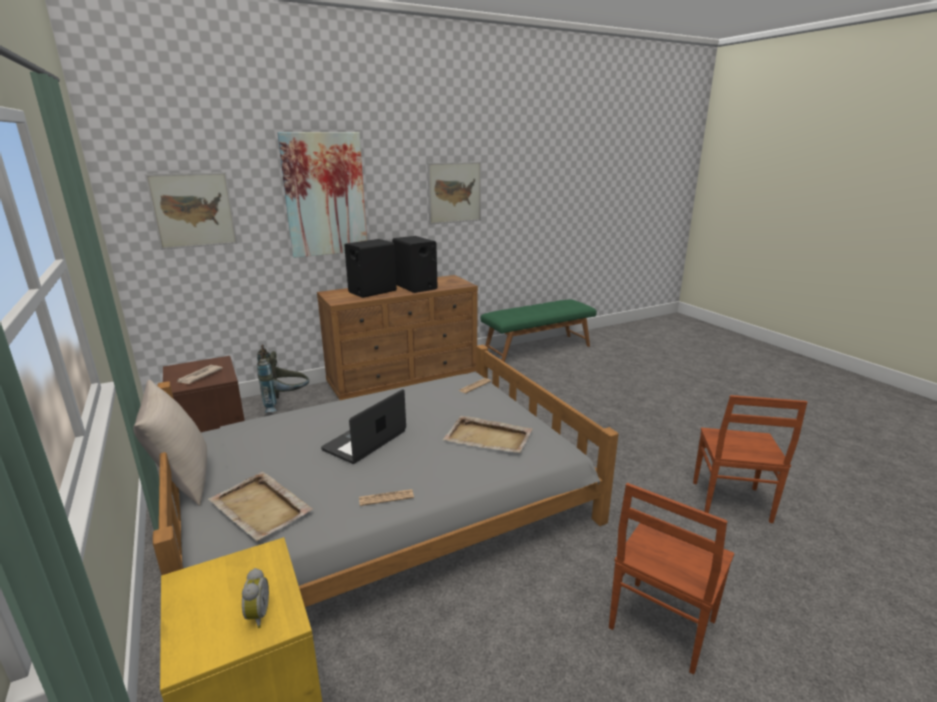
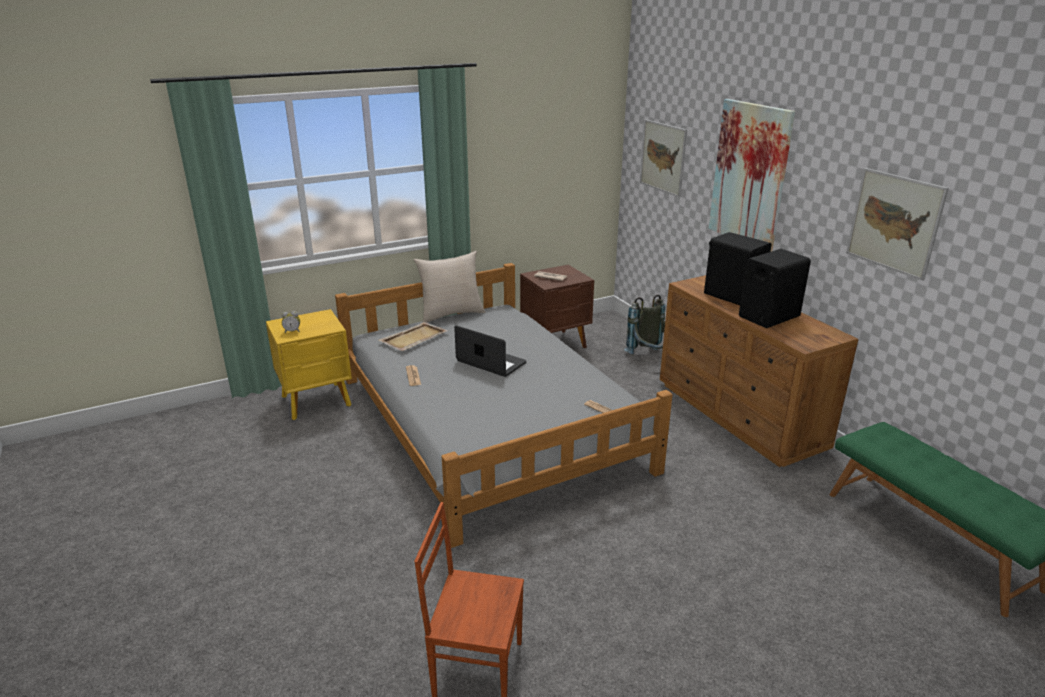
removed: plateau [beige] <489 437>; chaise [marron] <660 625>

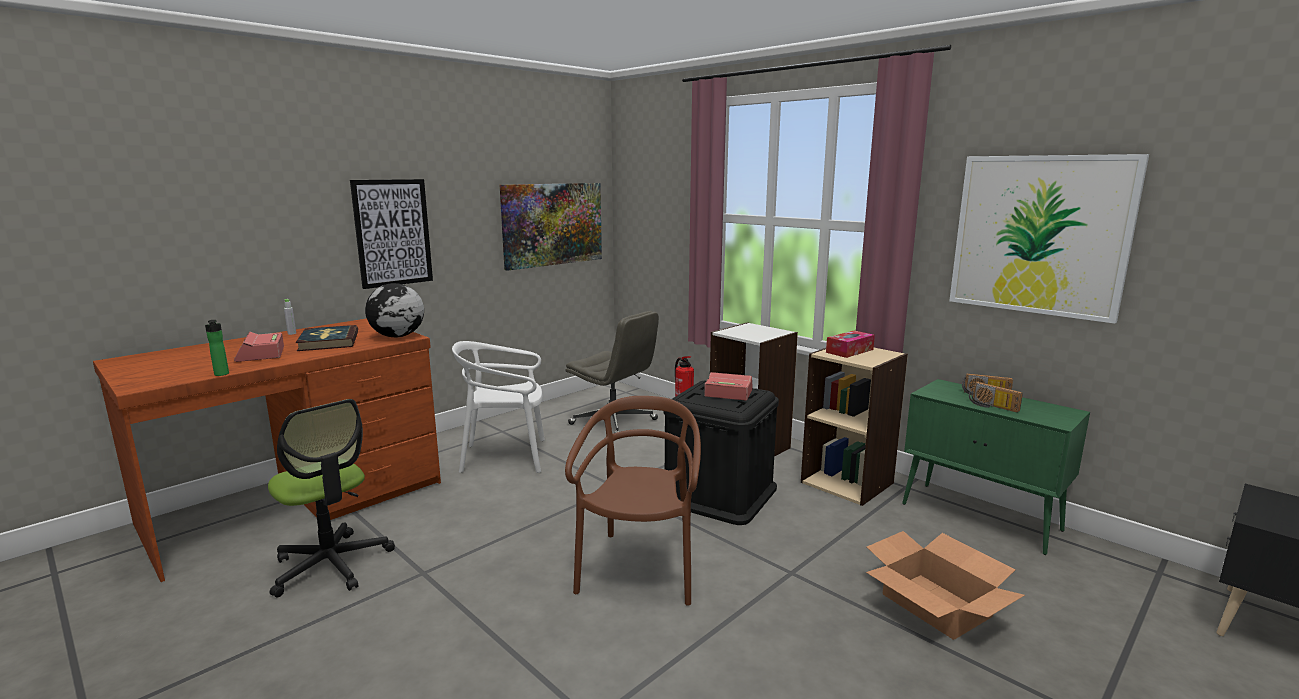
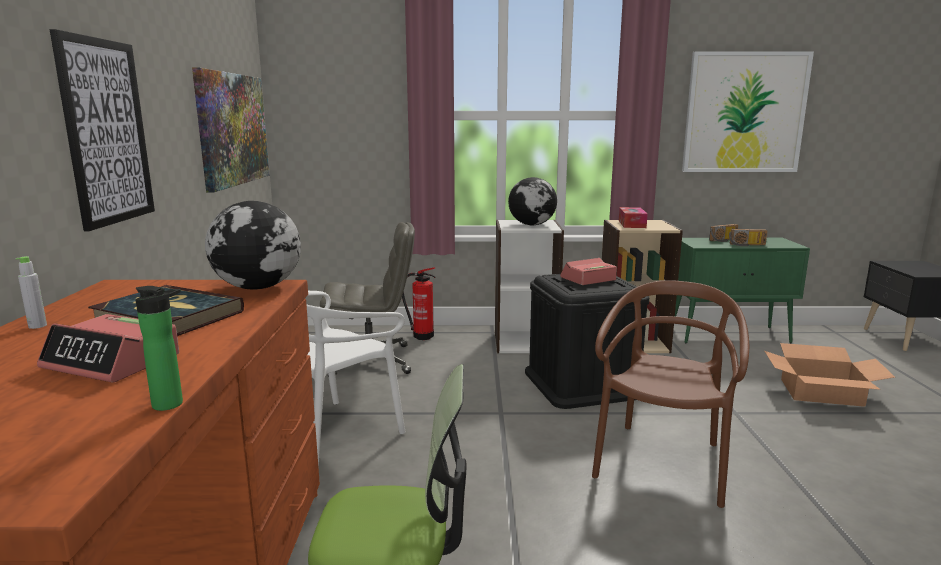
added: globe <532 225>
turned: chaise [marron] <640 568> = <662 463> 60 degrees clockwise

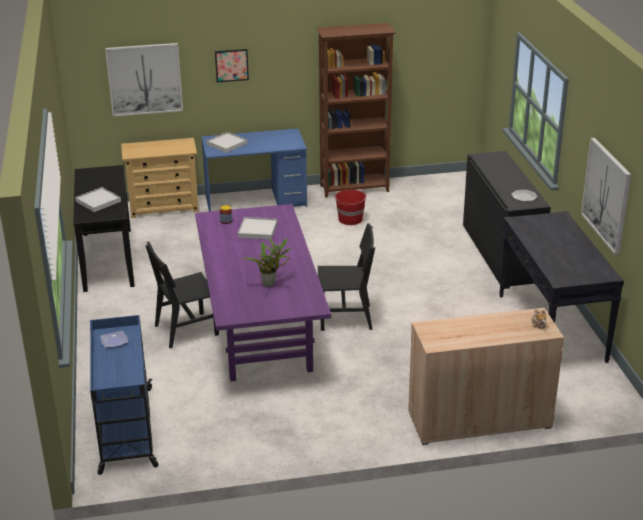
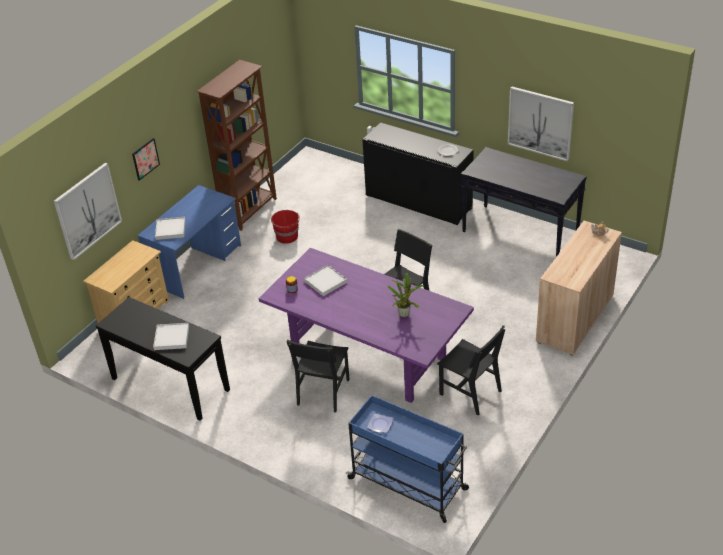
added: chaise [noir] <470 393>

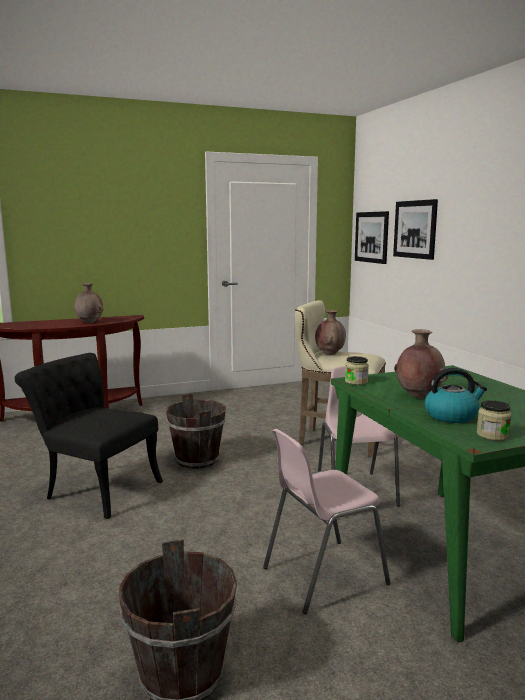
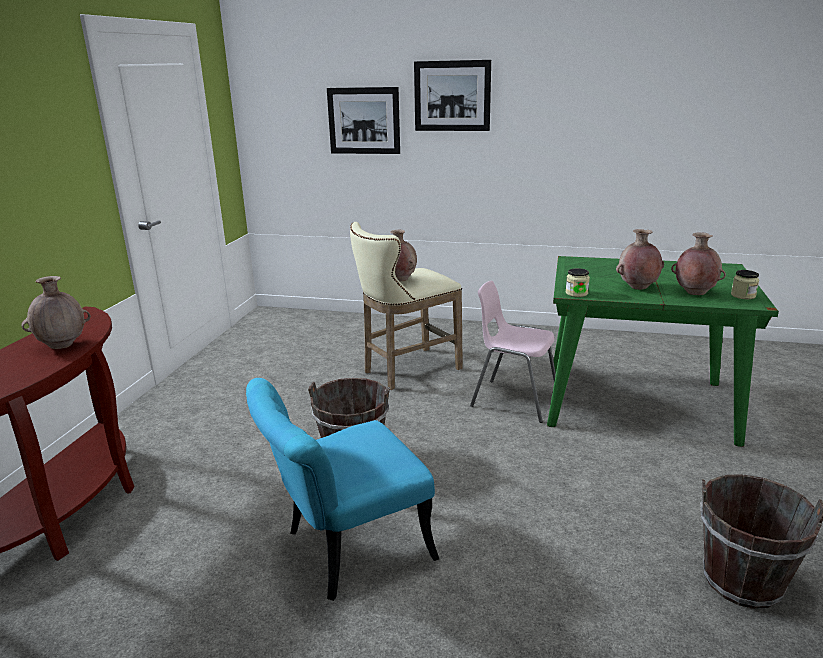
removed: chaise [rose] <322 575>
moved: tableau <371 237> to <452 96>
replaced: bouilloire <451 416> to vase [marron] <694 293>
recoloured: chaise [noir] <95 488> to chaise [turquoise] <345 550>

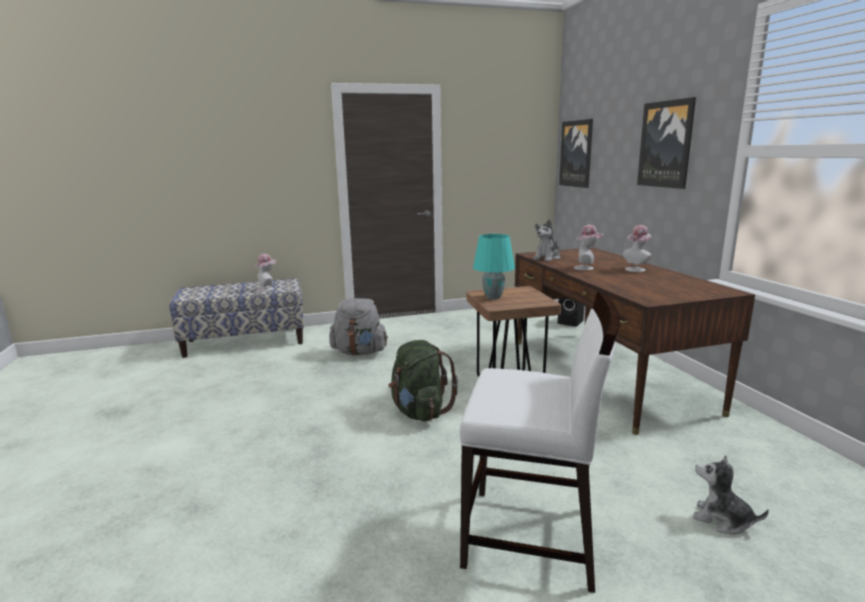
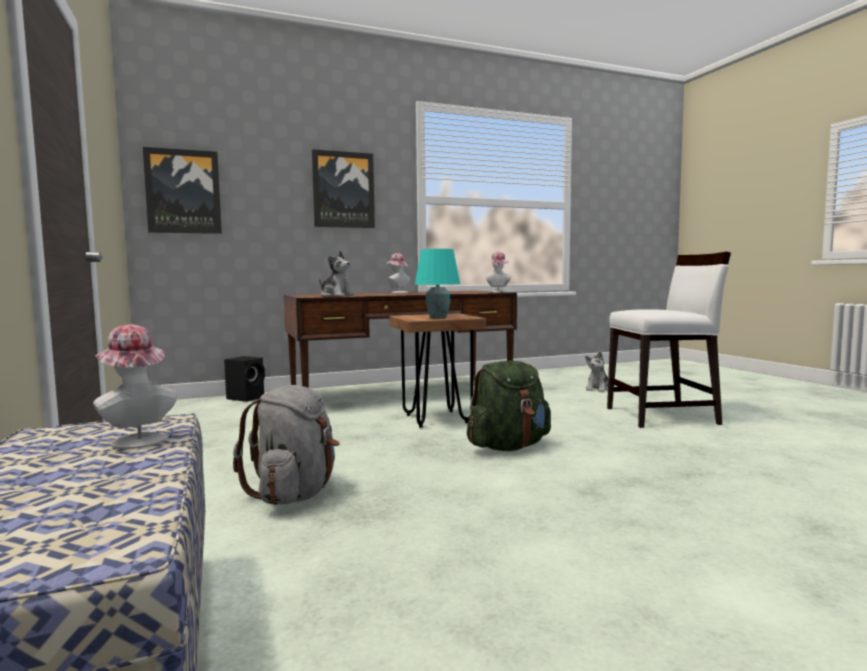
moved: chapeau <586 268> to <498 292>
turned: chaise [blanc] <532 537> = <662 416> 75 degrees clockwise

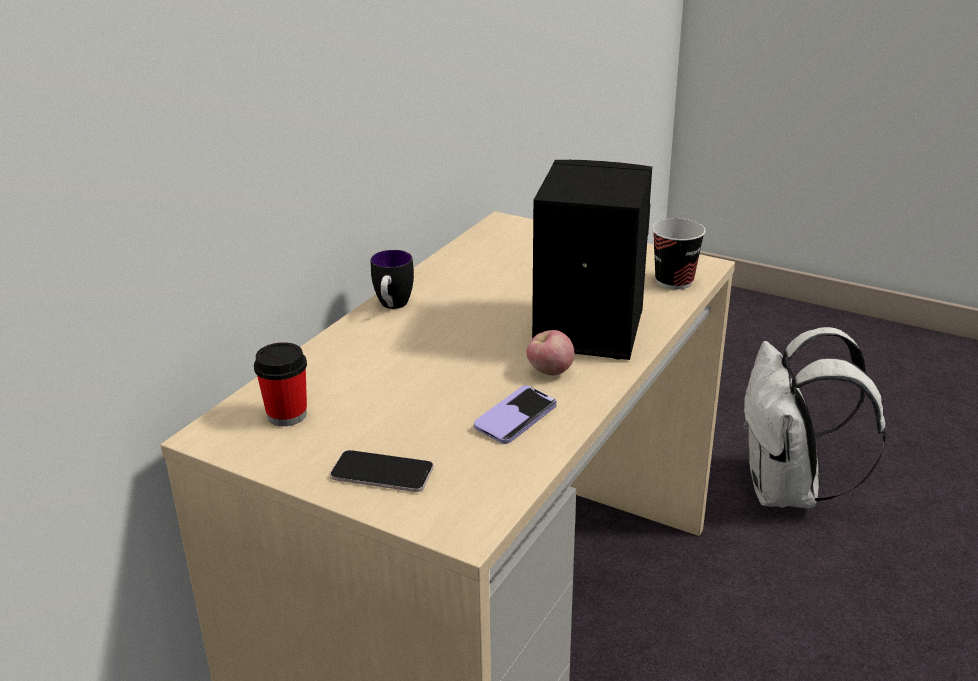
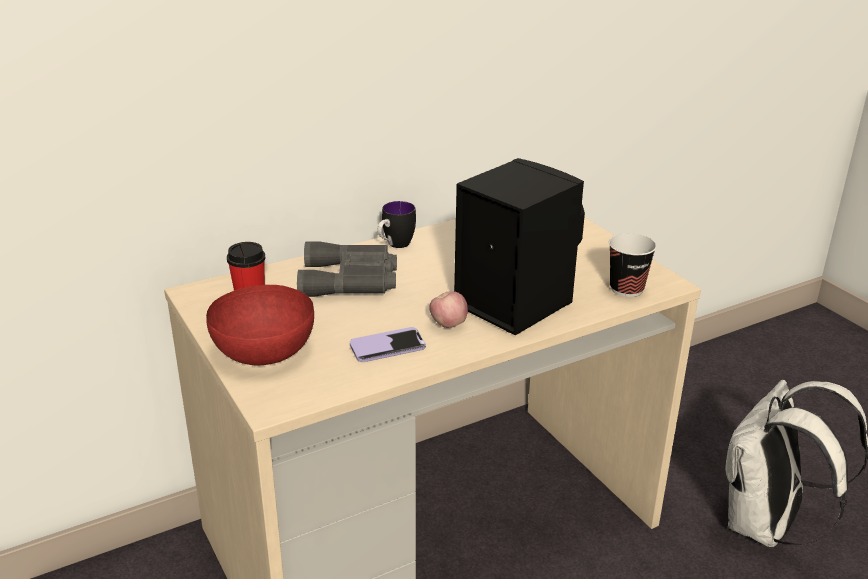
added: jumelles [gris] <351 280>
replaced: téléphone <382 472> to bol [rouge] <263 351>

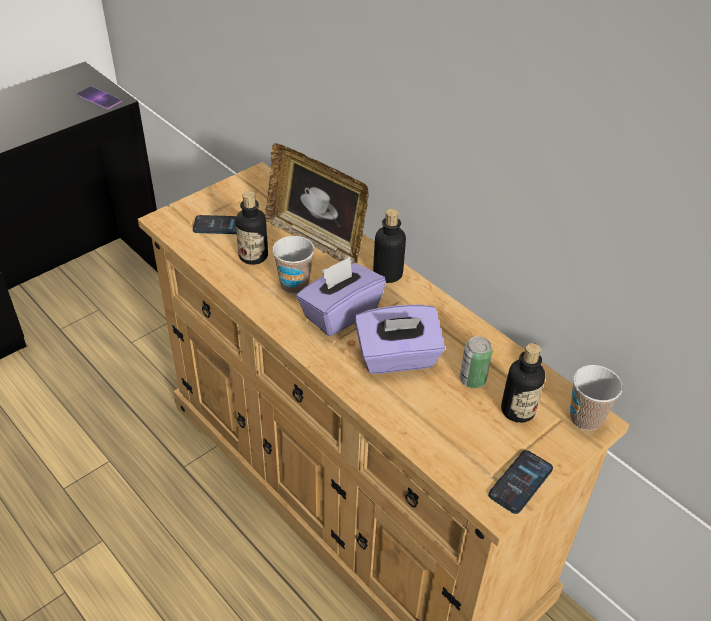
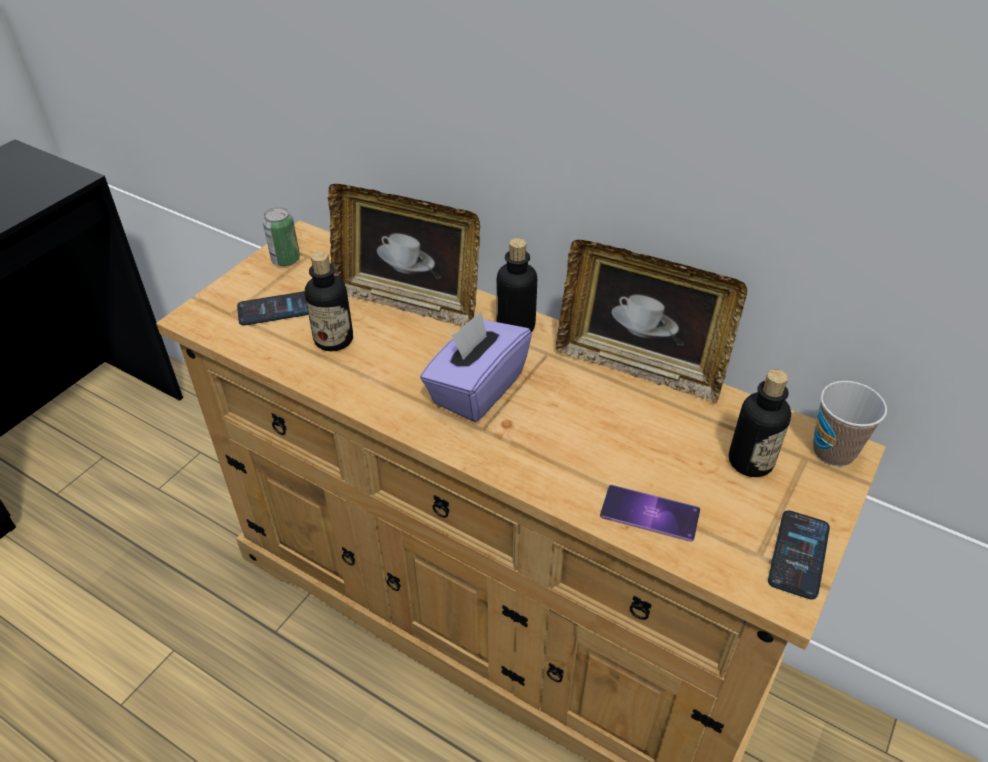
removed: tasse <294 285>; boîte à mouchoirs [violet] <397 358>
added: cadre photo <639 367>
moved: téléphone <99 98> to <650 513>; boîte métallique <472 380> to <285 260>

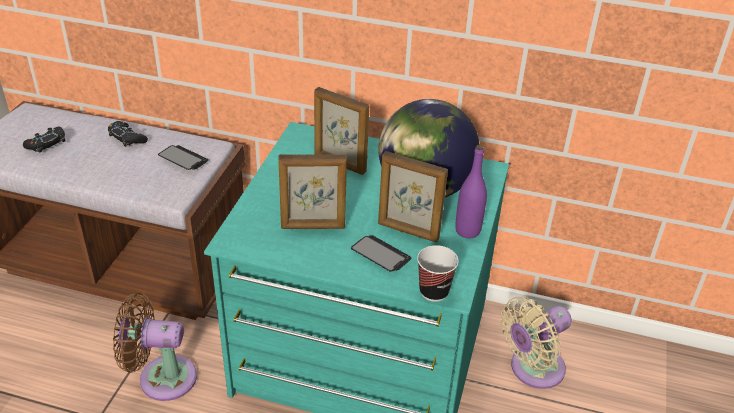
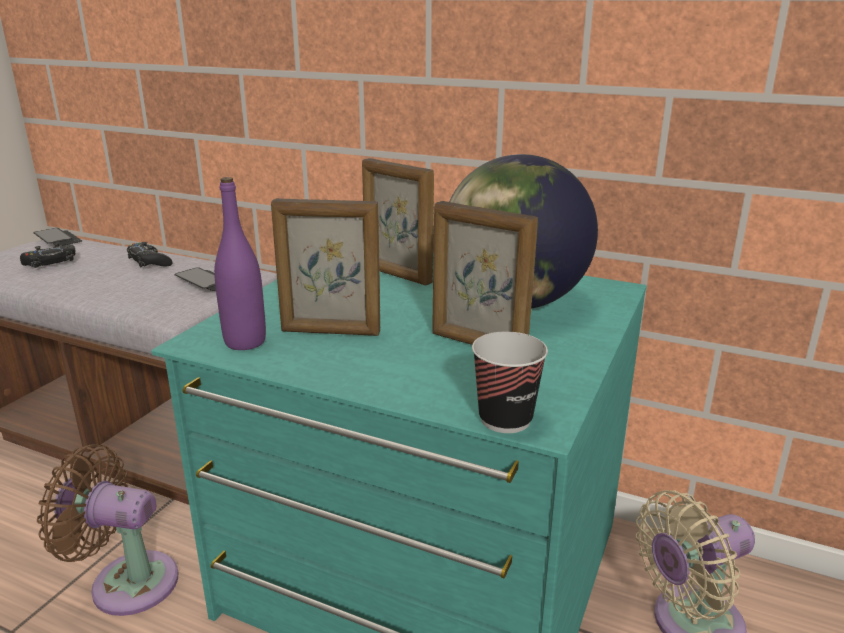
moved: bouteille [violet] <467 231> to <245 342>; téléphone <381 254> to <58 239>

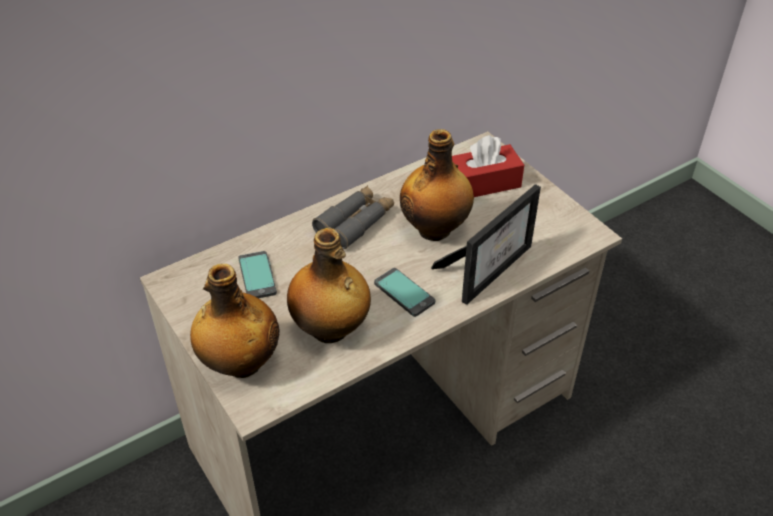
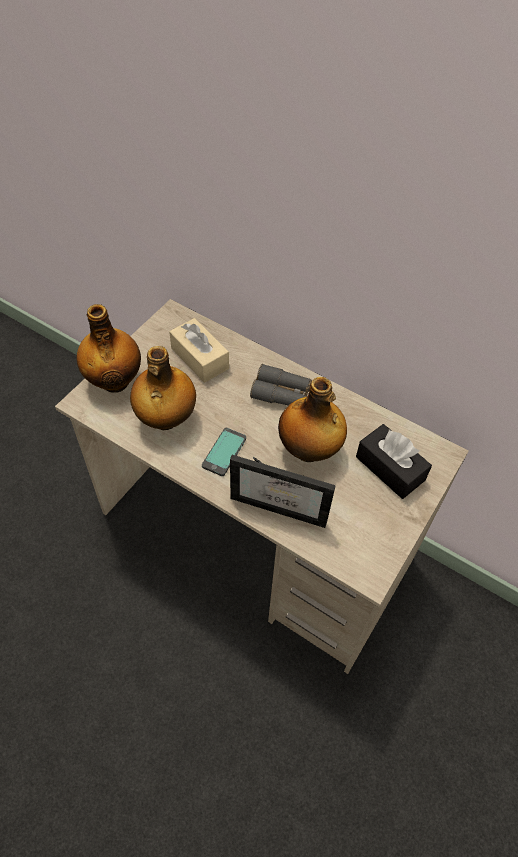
replaced: téléphone <257 276> to boîte à mouchoirs [beige] <200 358>
recoloured: boîte à mouchoirs [rouge] <484 183> to boîte à mouchoirs [noir] <390 468>

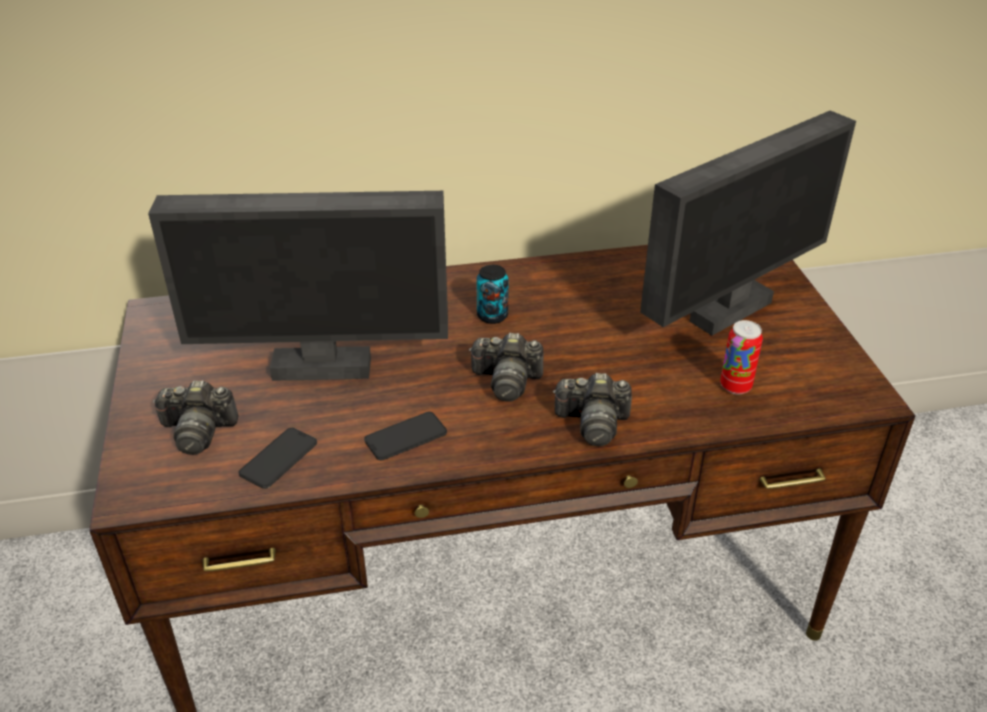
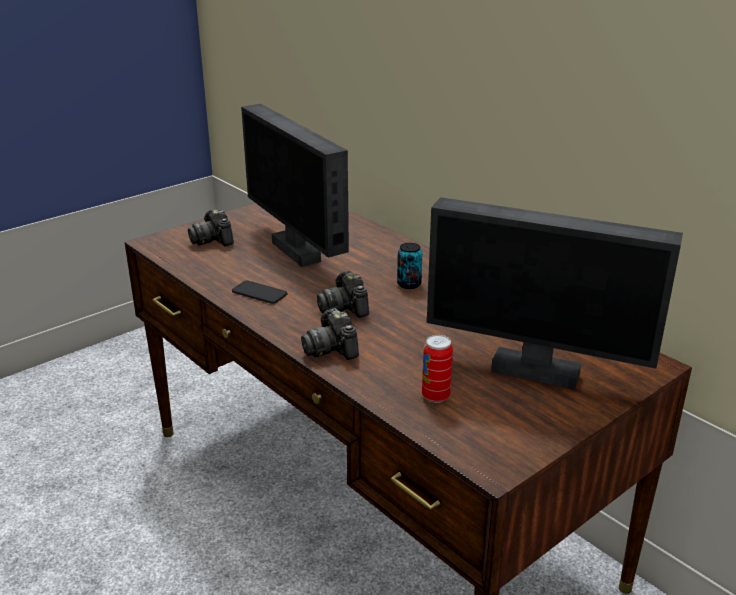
removed: téléphone <278 458>

